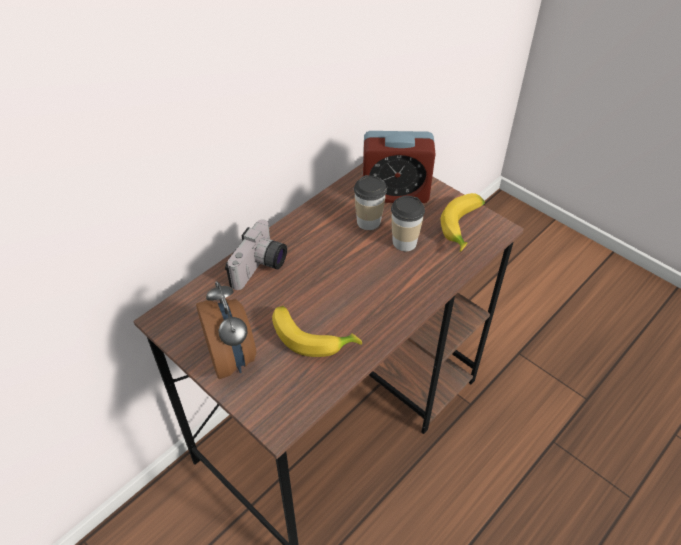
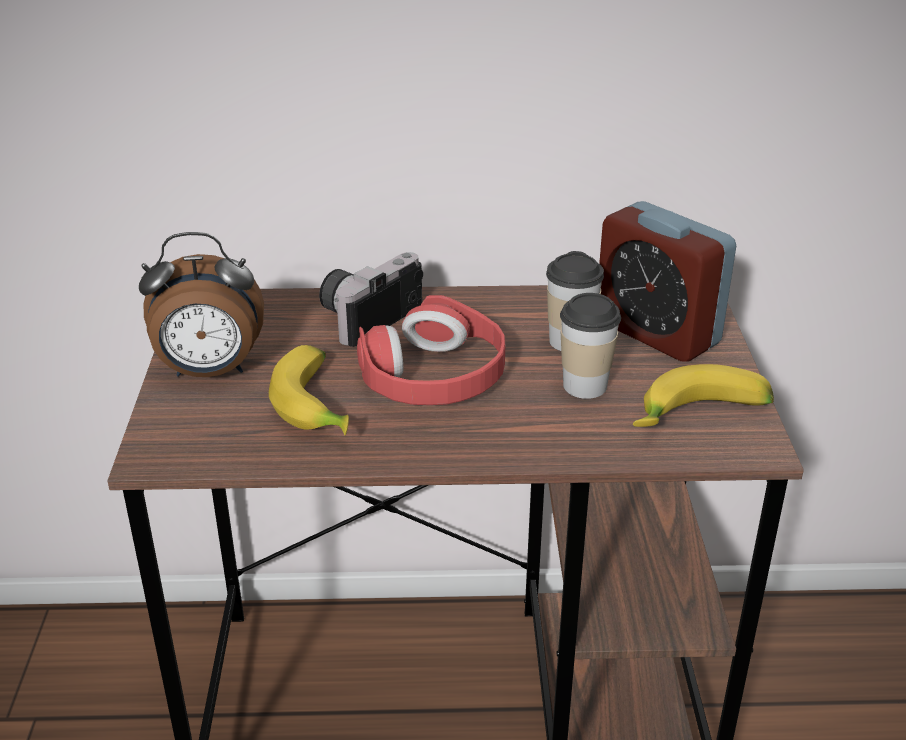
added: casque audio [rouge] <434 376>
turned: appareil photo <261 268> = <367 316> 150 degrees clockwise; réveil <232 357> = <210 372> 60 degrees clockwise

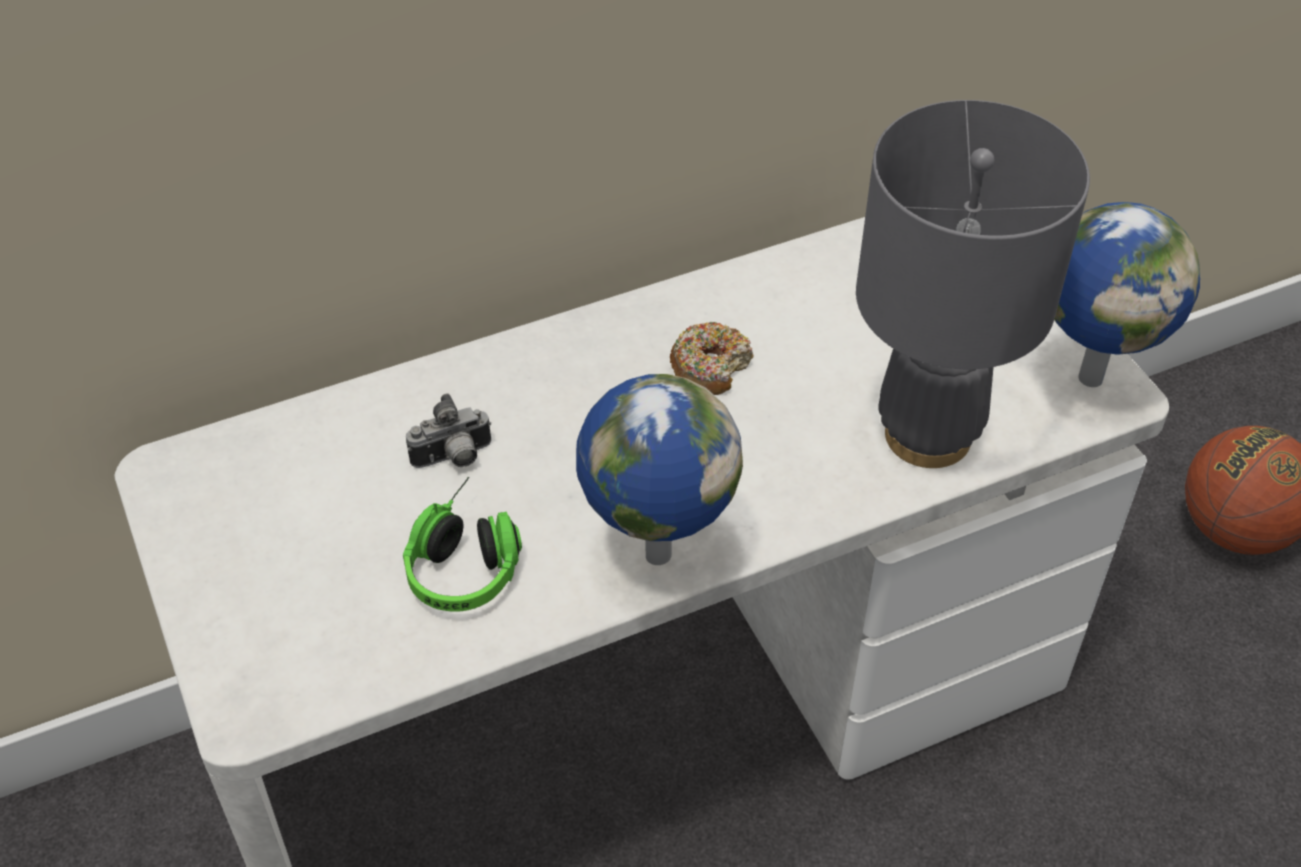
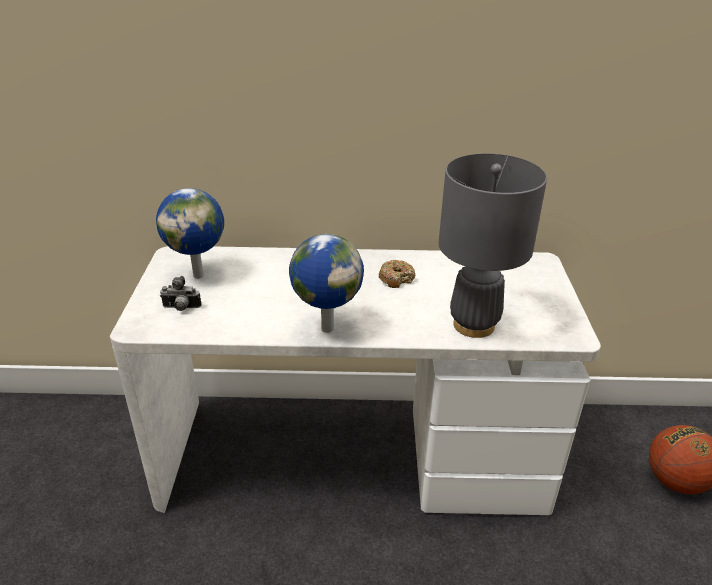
removed: casque audio <467 560>
moved: globe <1090 376> to <199 275>; appareil photo <454 458> to <181 308>

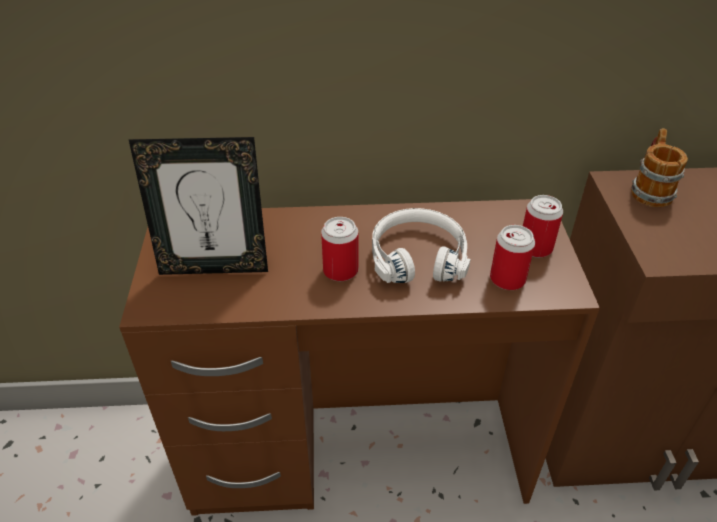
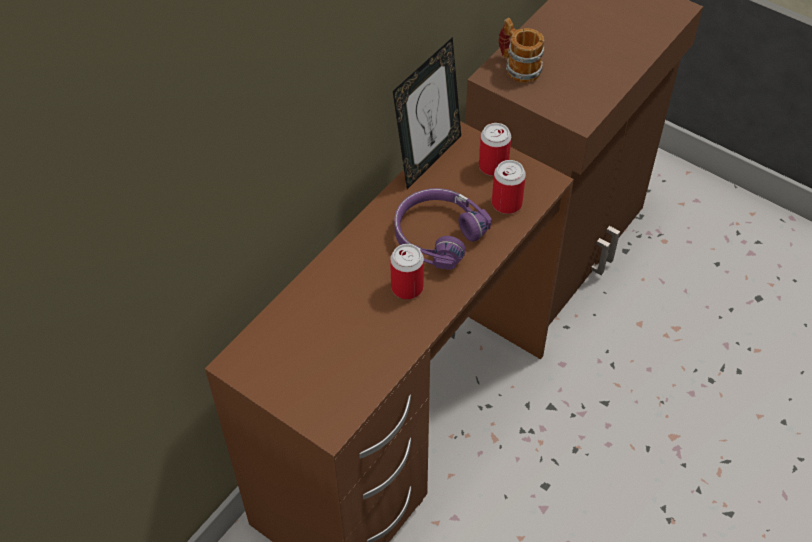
moved: cadre photo <214 267> to <428 158>
recoloured: casque audio [blanc] <417 256> to casque audio [violet] <437 234>

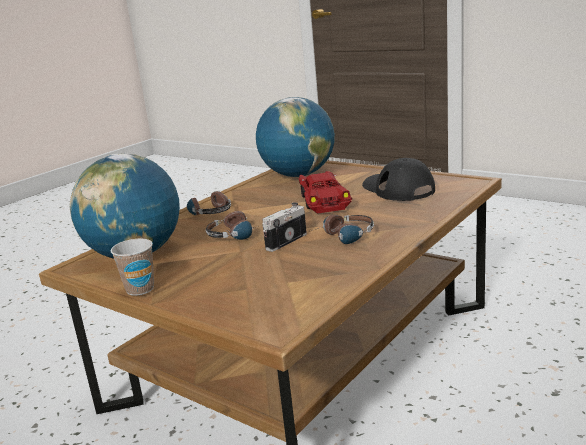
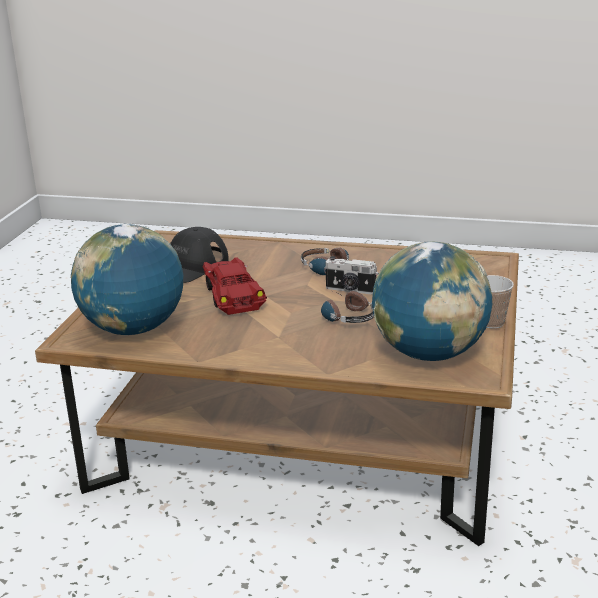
removed: casque audio <208 211>
turned: petite voiture [rouge] <323 200> = <232 295> 105 degrees clockwise

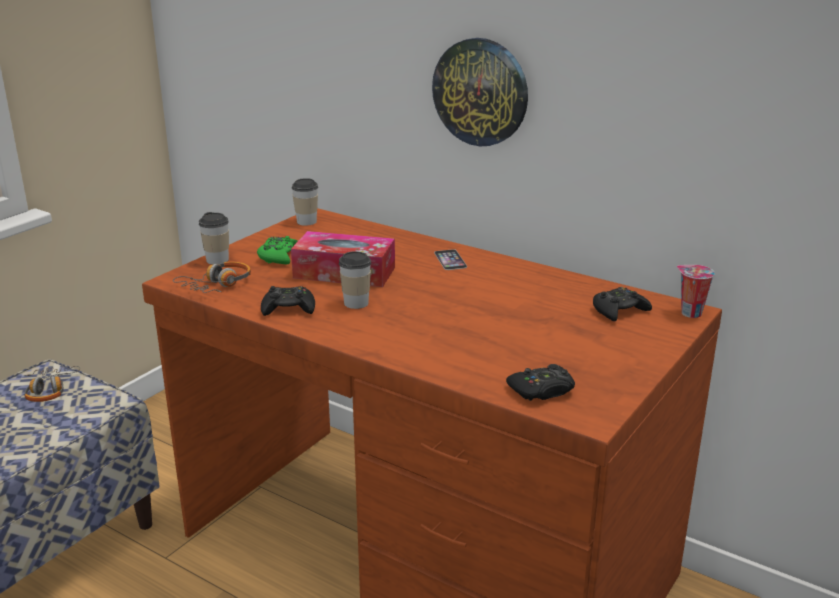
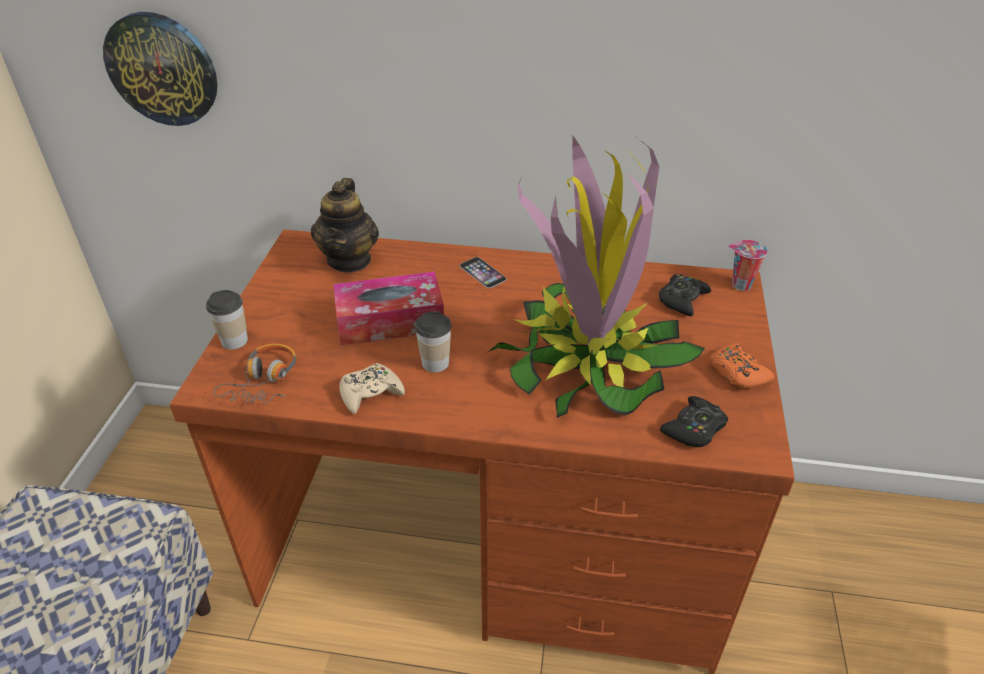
removed: tasse <306 221>; manette [vert] <279 256>; casque audio <49 390>
added: plante en pot <587 363>; théière <349 260>; manette [orange] <737 372>
moved: horloge murale <481 92> to <162 69>
recoloured: manette [noir] <288 308> to manette [beige] <370 393>

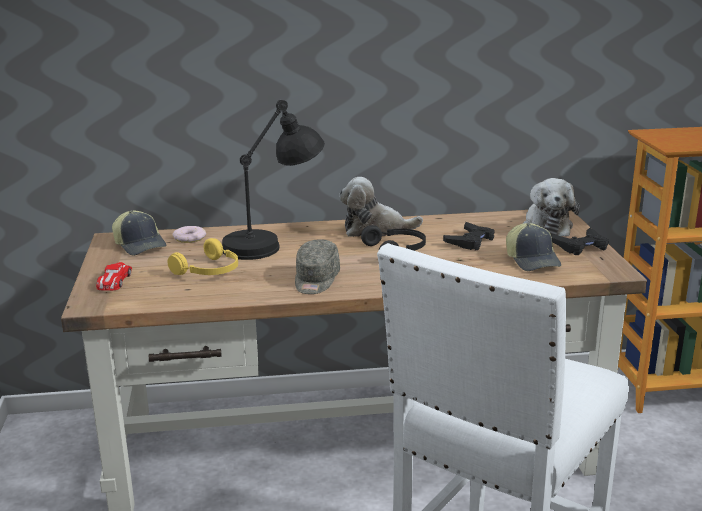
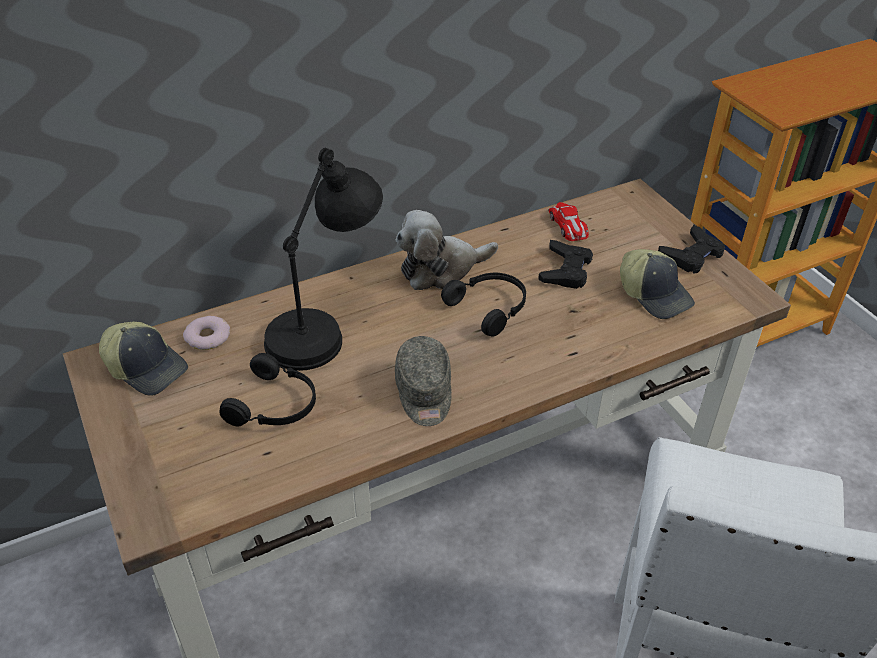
removed: peluche <546 226>
moved: petite voiture <114 281> to <568 226>
recoloured: casque audio [jaune] <209 271> to casque audio [noir] <275 405>

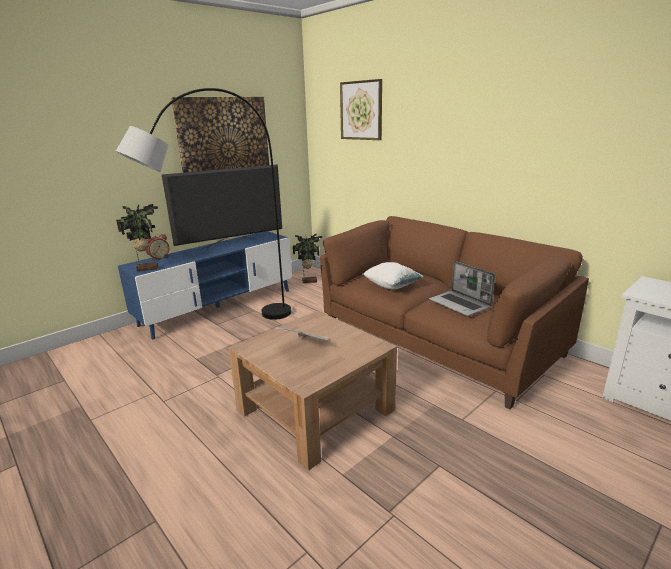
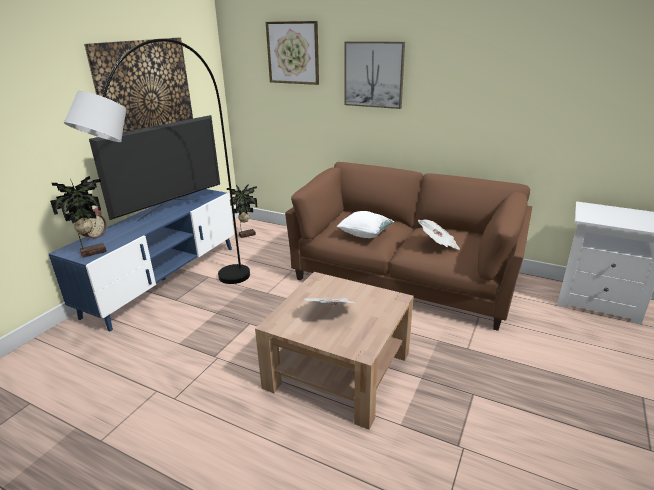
added: tableau <374 74>
replaced: ordinateur portable <460 304> to journal <438 244>

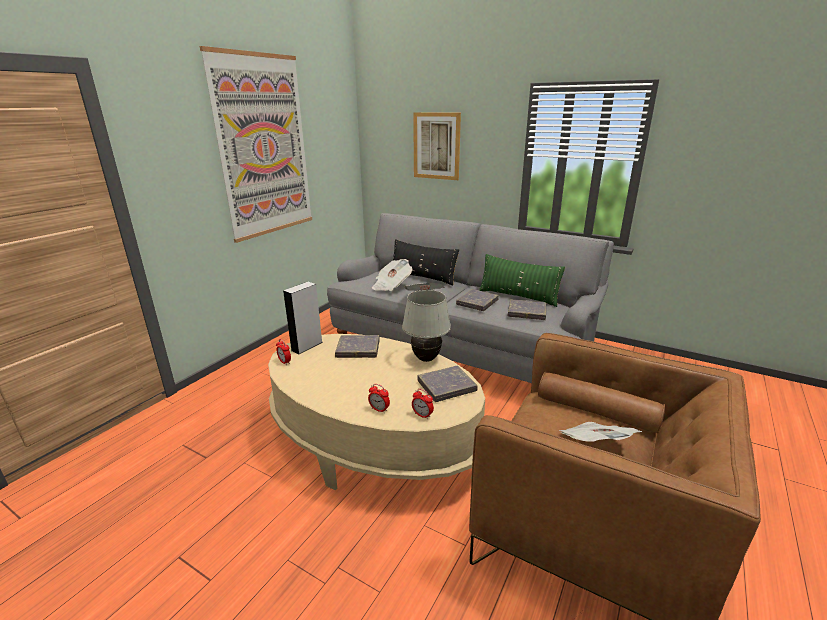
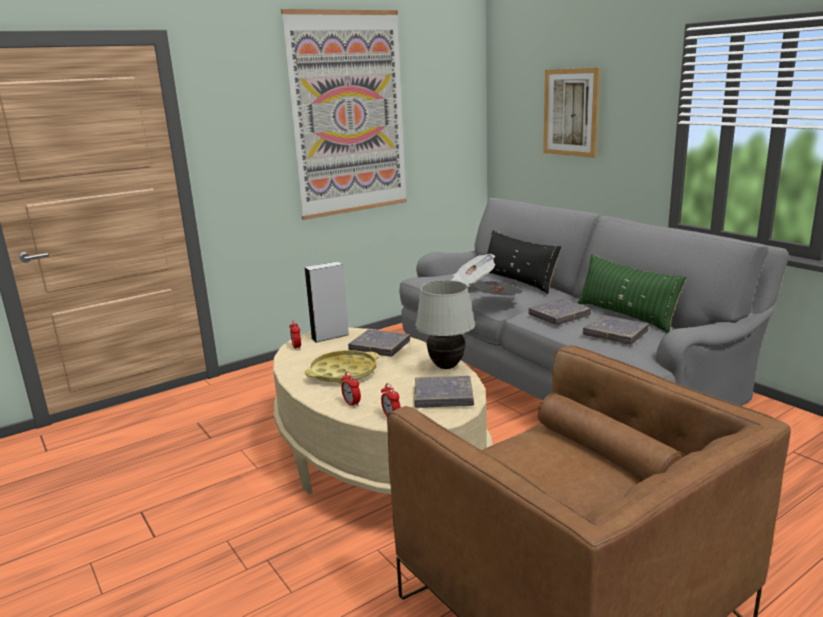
removed: journal <594 446>
added: plateau [jaune] <343 372>

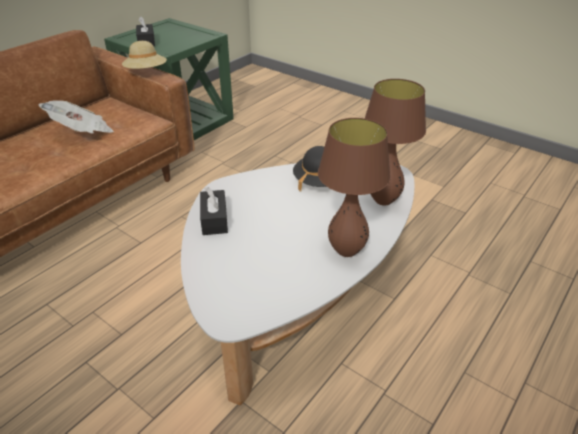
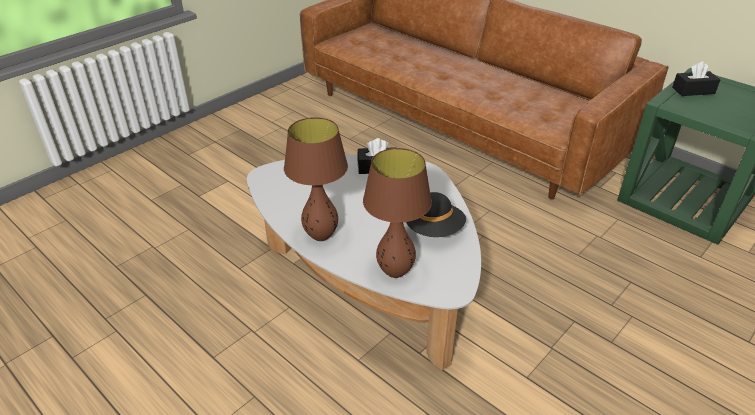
removed: chapeau [beige] <146 72>; journal <82 132>

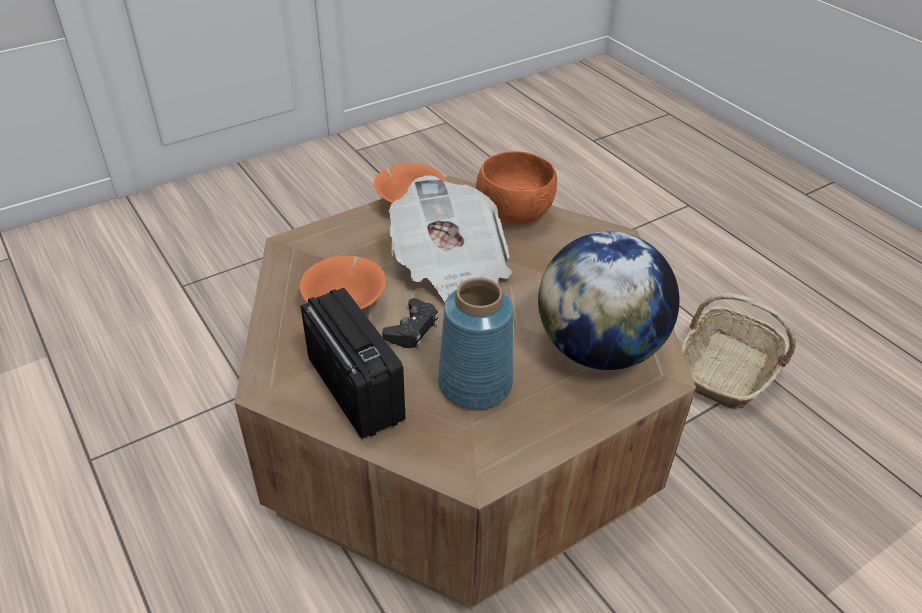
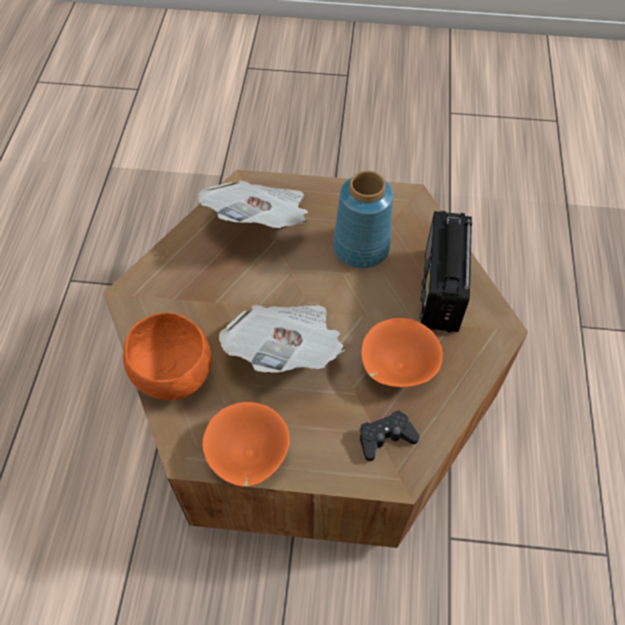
removed: panier <726 370>
moved: manette [noir] <412 329> to <385 437>
replaced: globe <598 349> to journal <261 222>

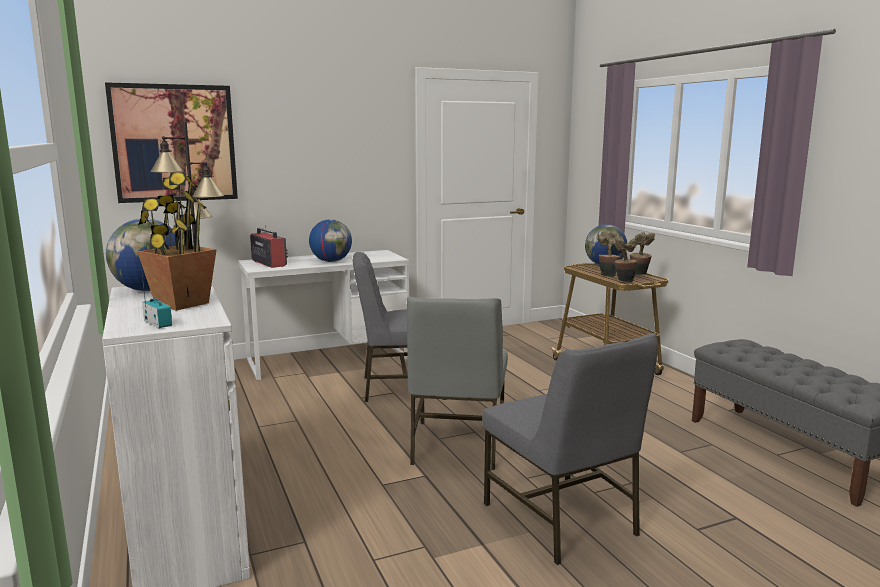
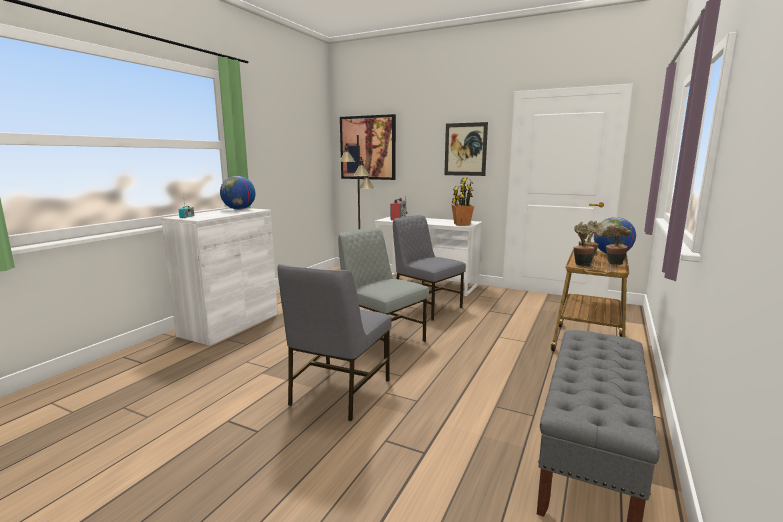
removed: globe <331 261>
added: tableau <465 149>
moved: plante en pot <181 304> to <461 224>
turned: chaise [gris] <456 445> = <382 341> 75 degrees clockwise

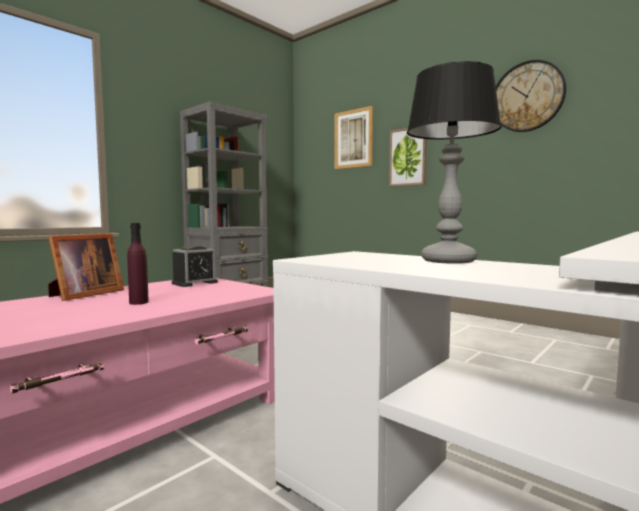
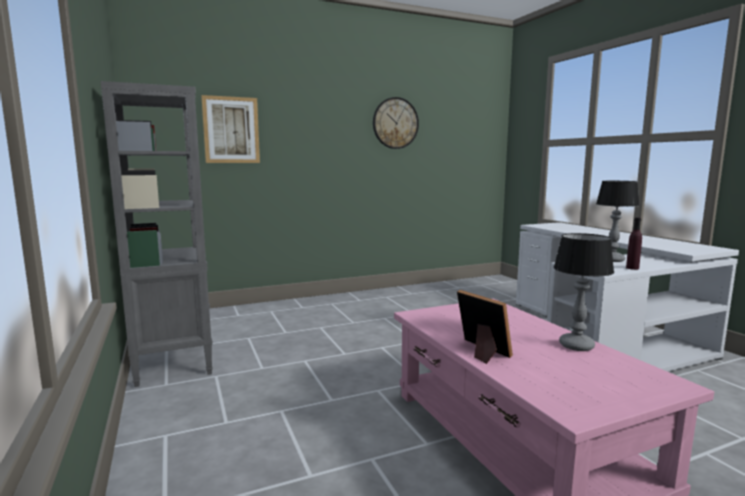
removed: tableau <408 157>; réveil <194 283>
added: lampe de table <577 346>
moved: bouteille [violet] <139 302> to <632 268>

